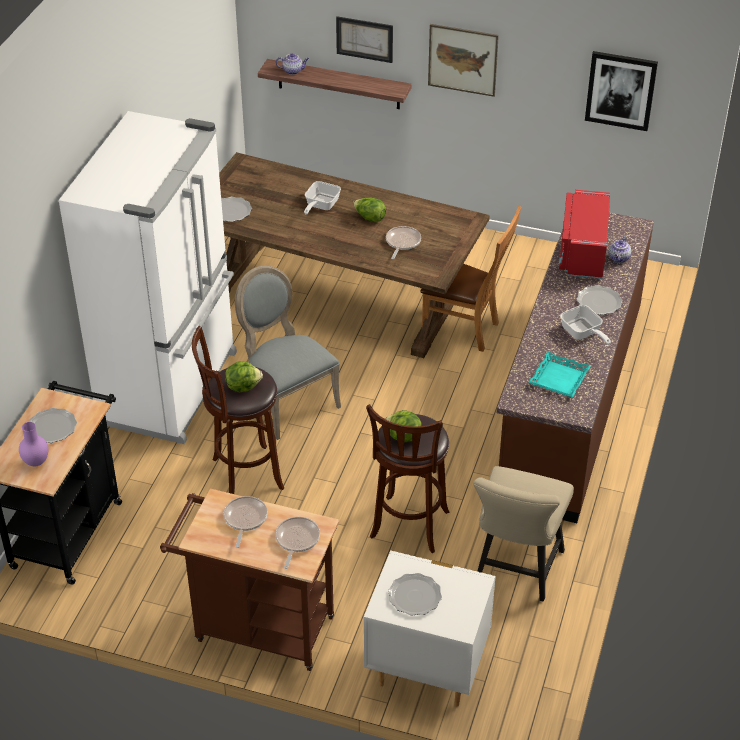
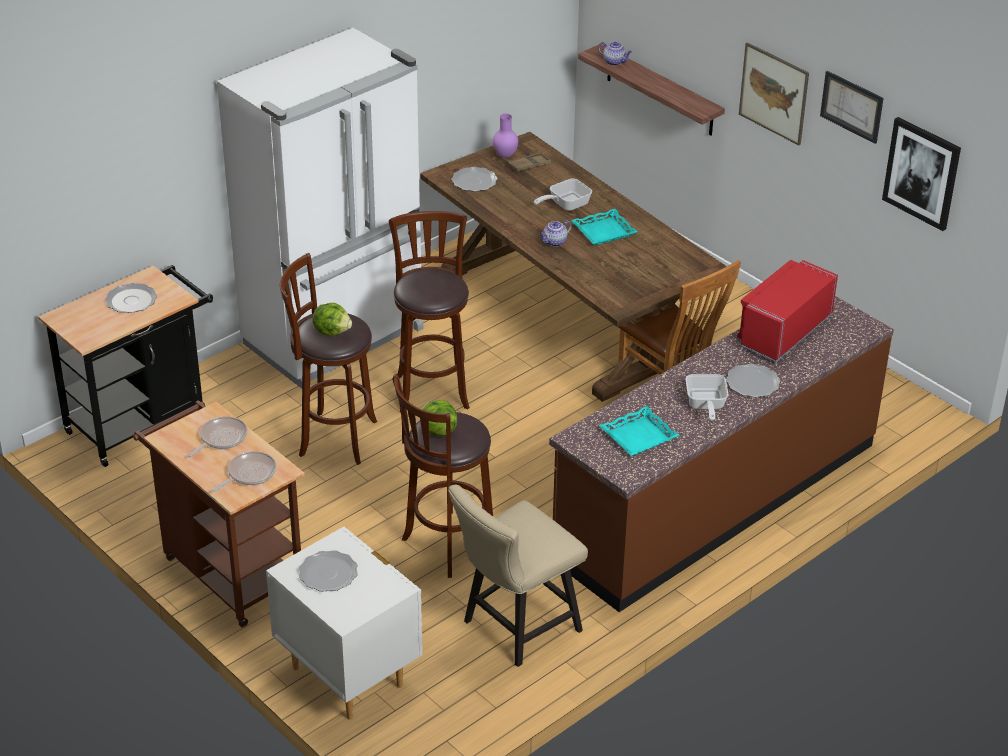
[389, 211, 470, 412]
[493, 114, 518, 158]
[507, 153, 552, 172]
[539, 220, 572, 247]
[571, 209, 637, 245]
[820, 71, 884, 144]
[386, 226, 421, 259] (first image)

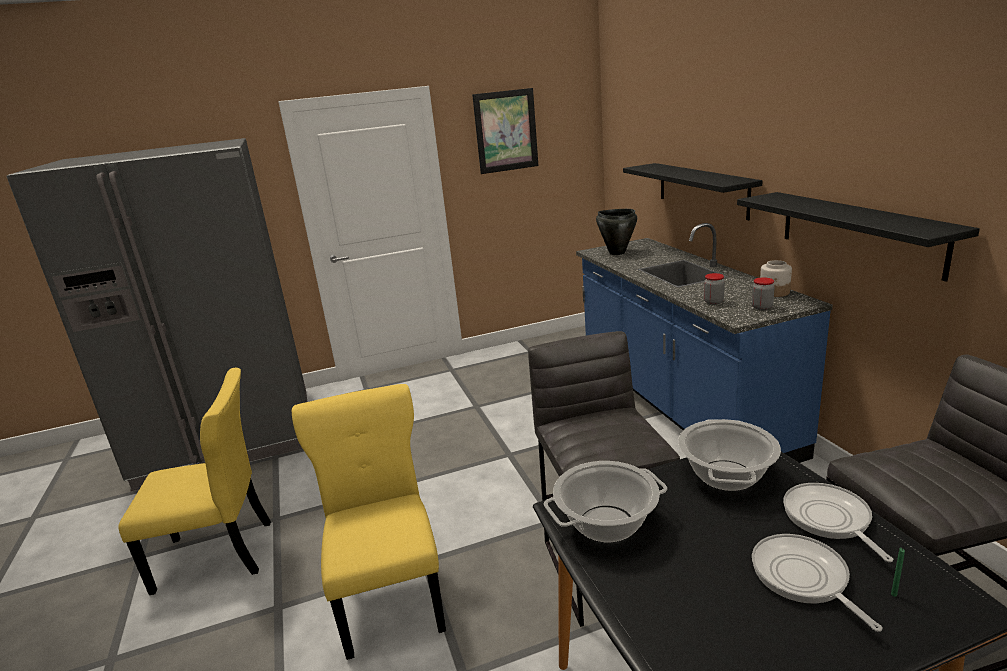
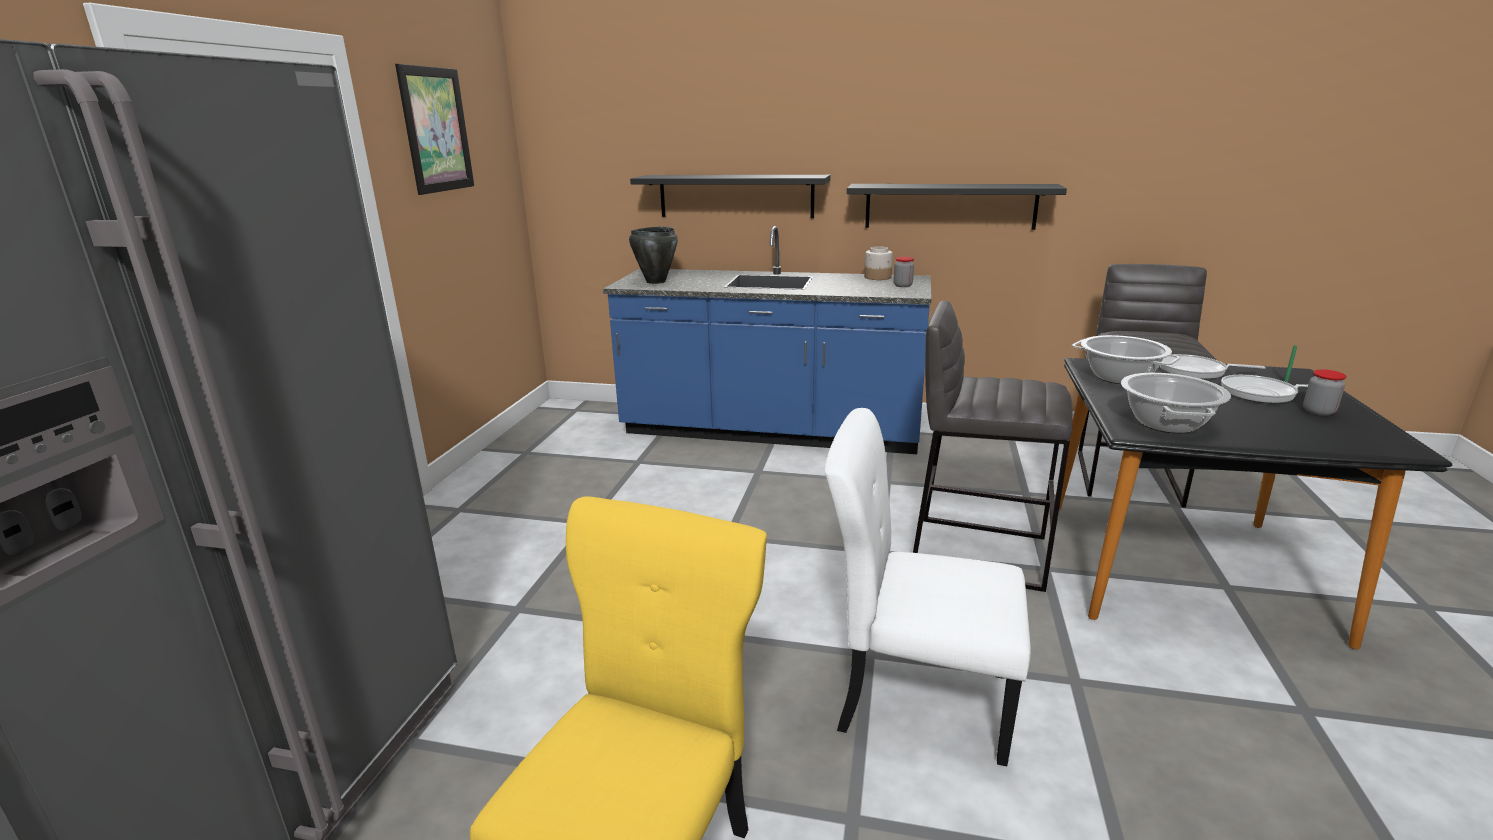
[824, 408, 1031, 766]
[1303, 369, 1347, 416]

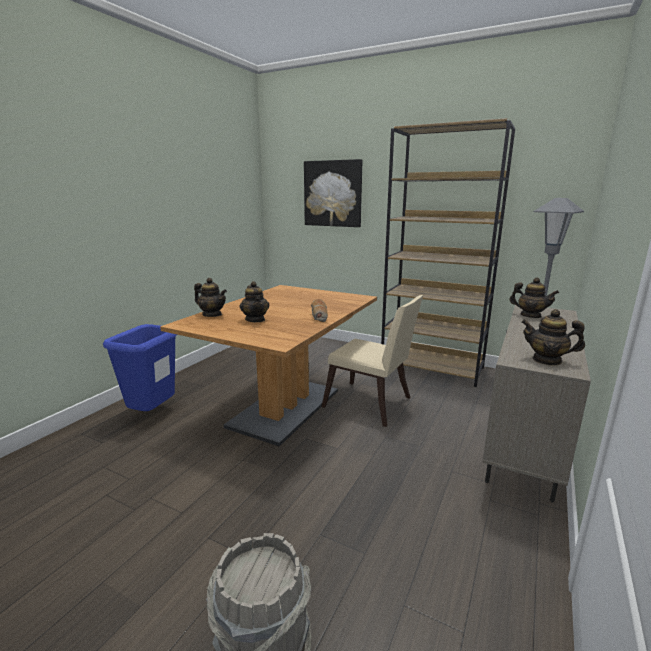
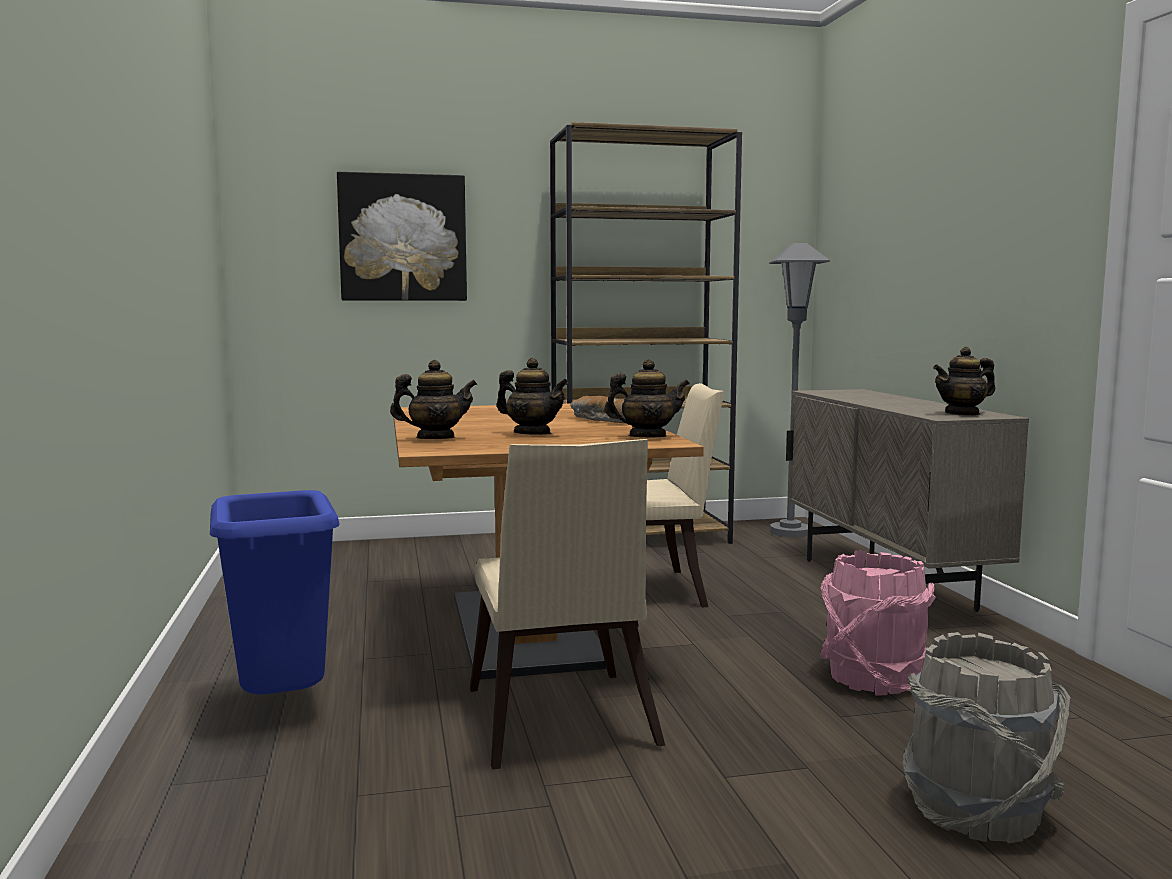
[470, 439, 665, 769]
[604, 359, 690, 437]
[820, 551, 936, 696]

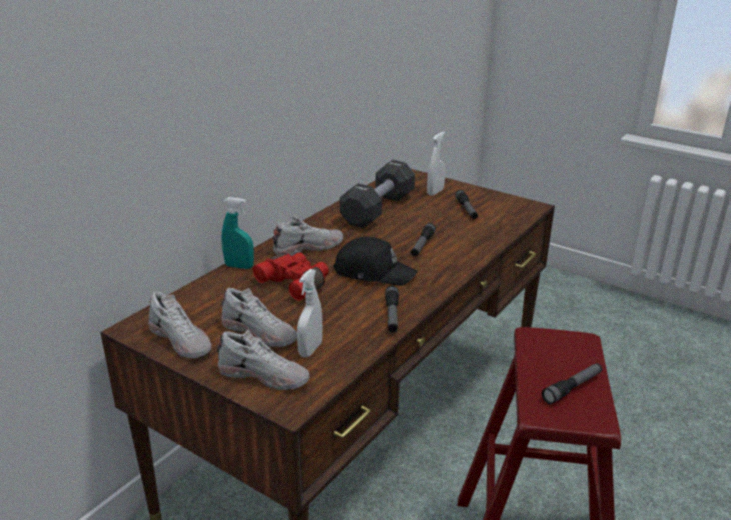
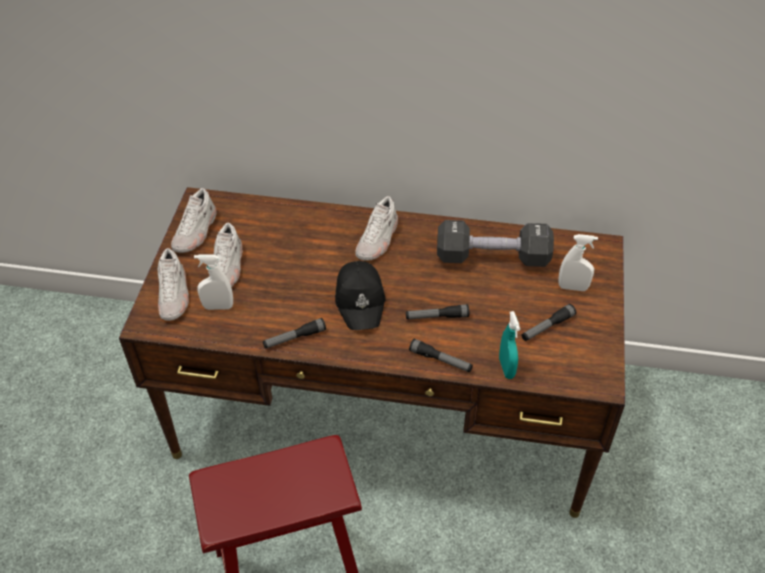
[355, 196, 398, 260]
[409, 339, 473, 372]
[499, 311, 520, 379]
[253, 252, 329, 301] (first image)

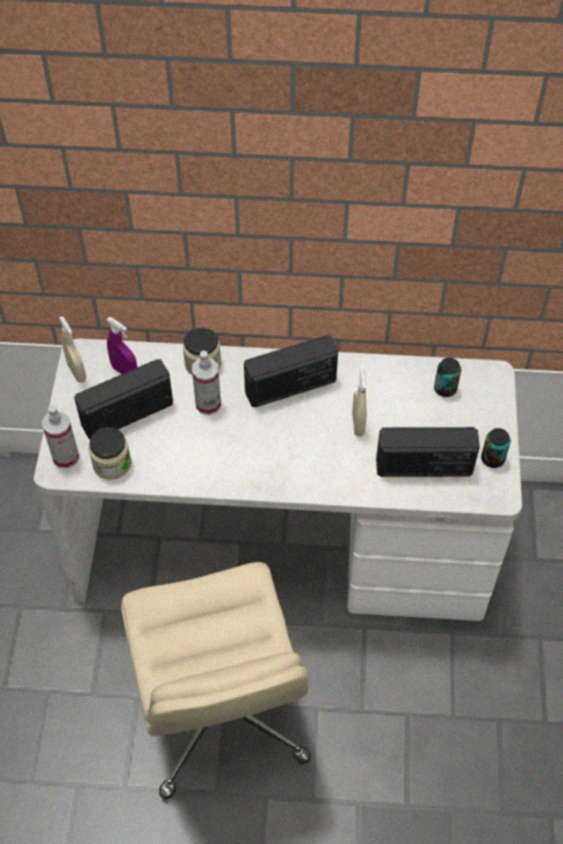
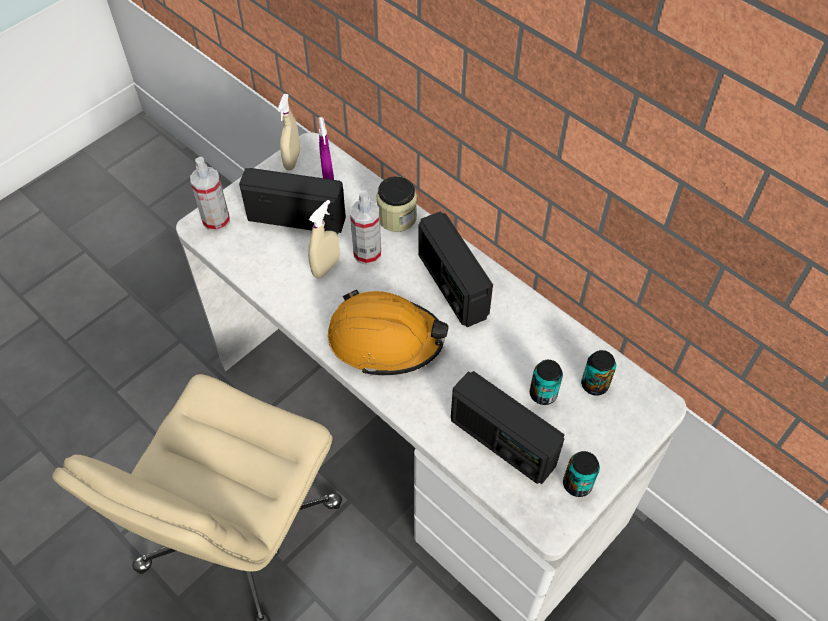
[308, 200, 340, 278]
[328, 289, 449, 376]
[418, 211, 493, 327]
[530, 360, 563, 405]
[89, 427, 131, 480] (first image)

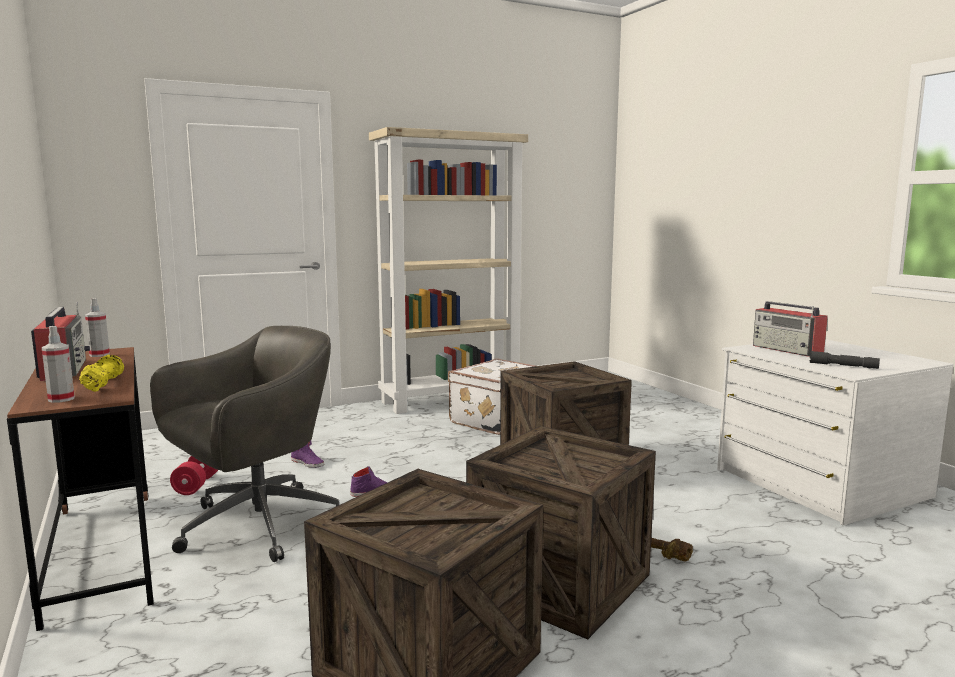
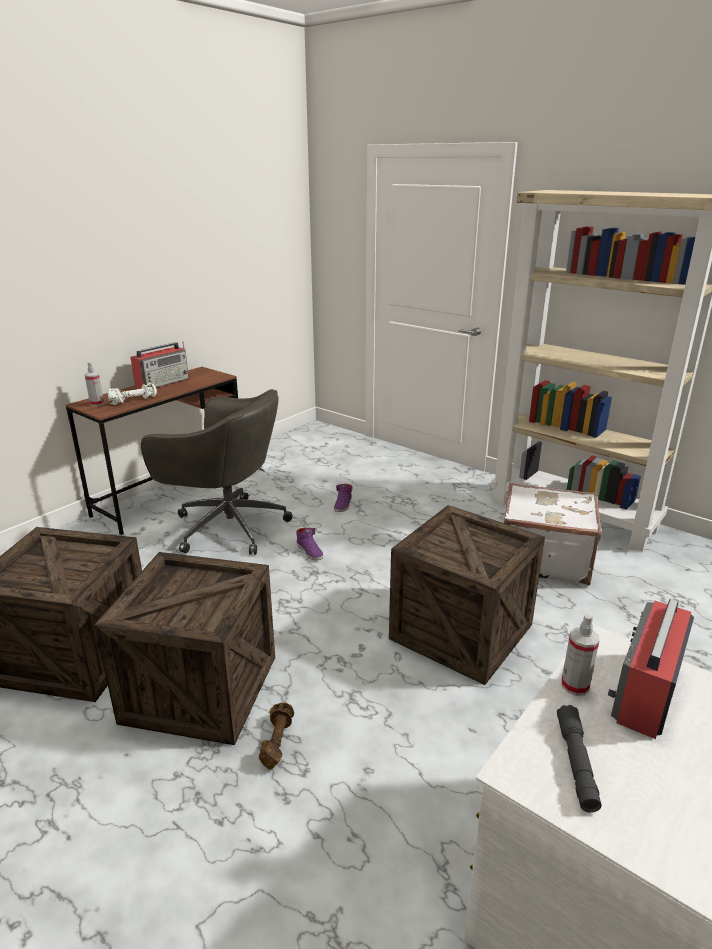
[108, 383, 157, 405]
[561, 614, 600, 696]
[170, 456, 218, 495] (first image)

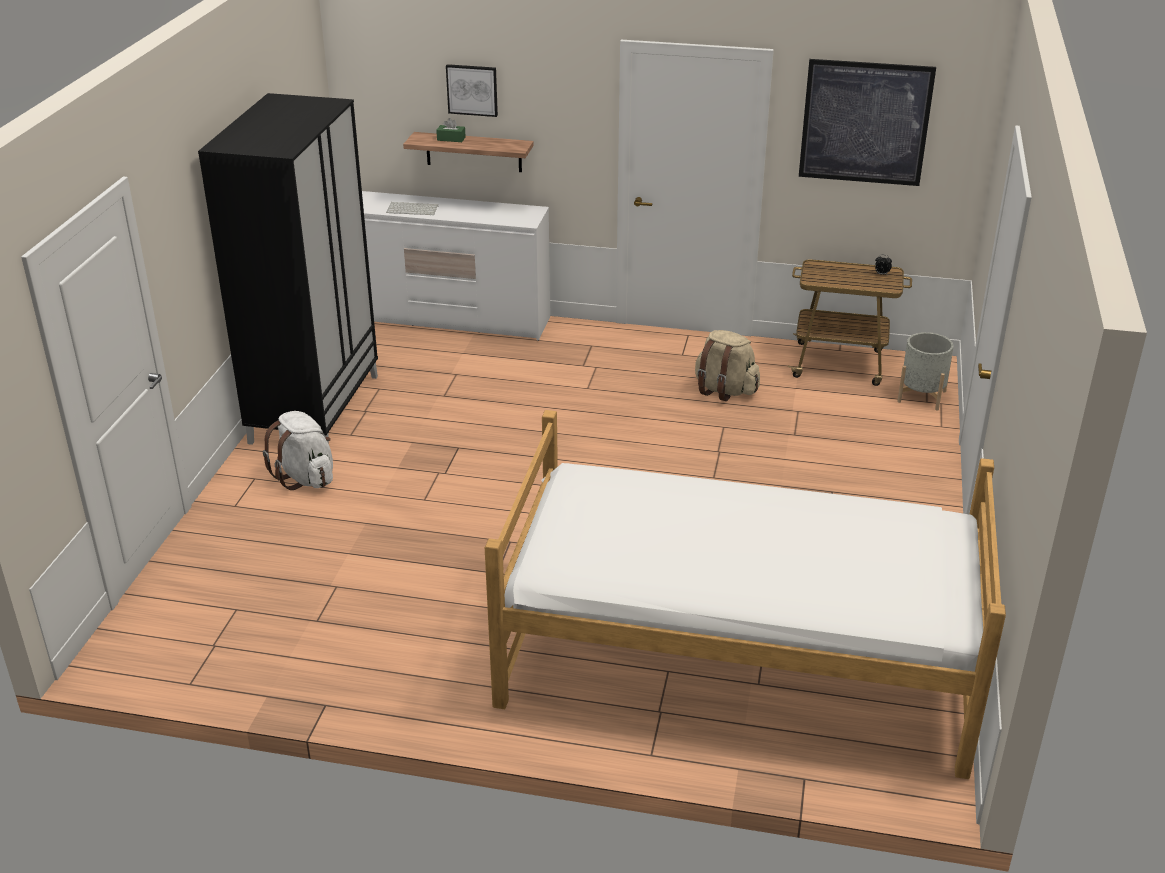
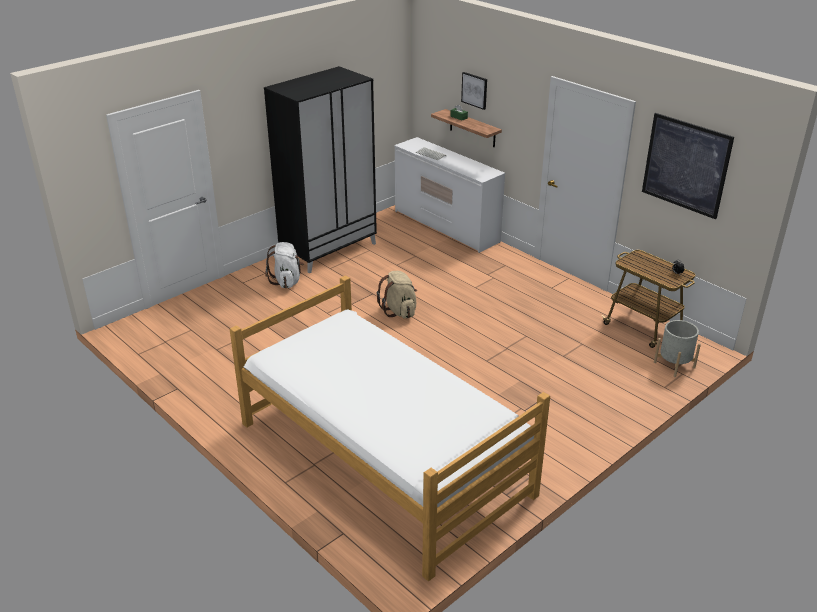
[377, 271, 417, 318]

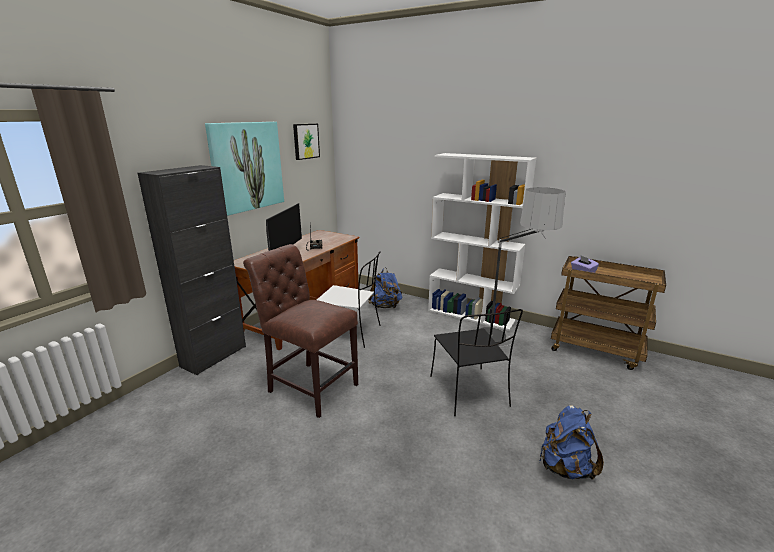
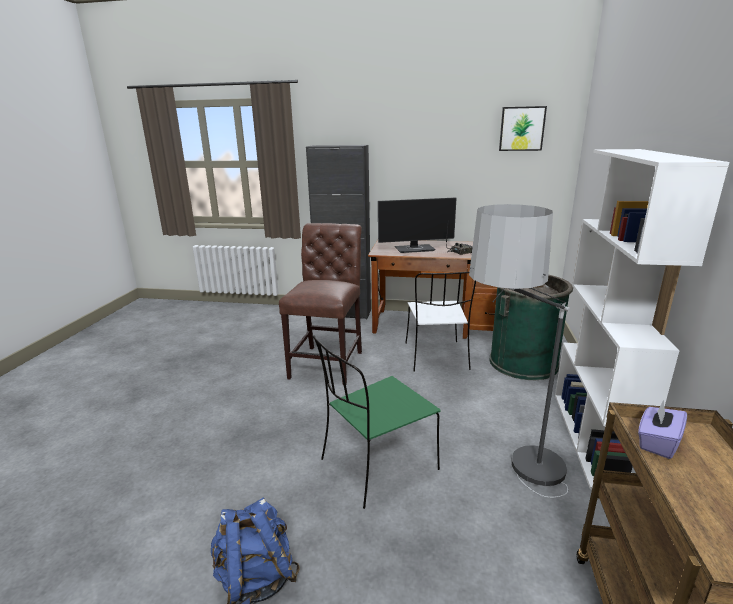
[313, 335, 441, 509]
[489, 275, 573, 380]
[205, 122, 284, 216] (first image)

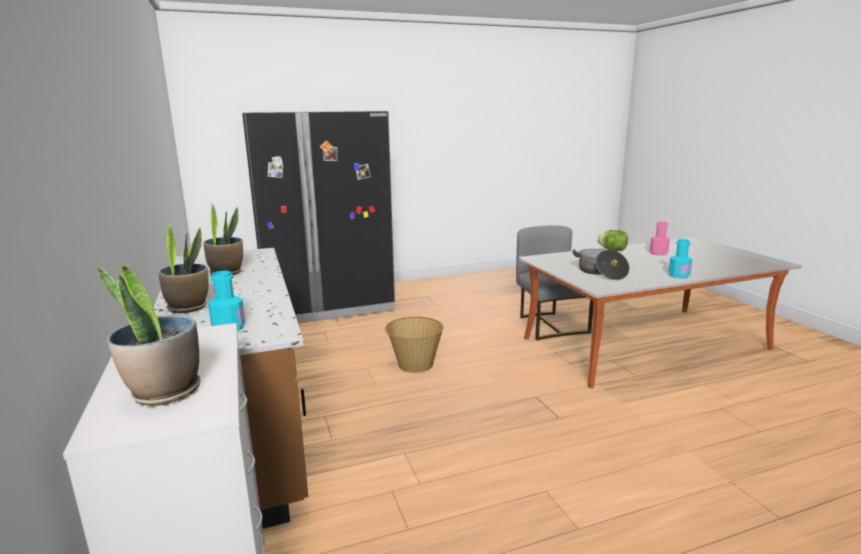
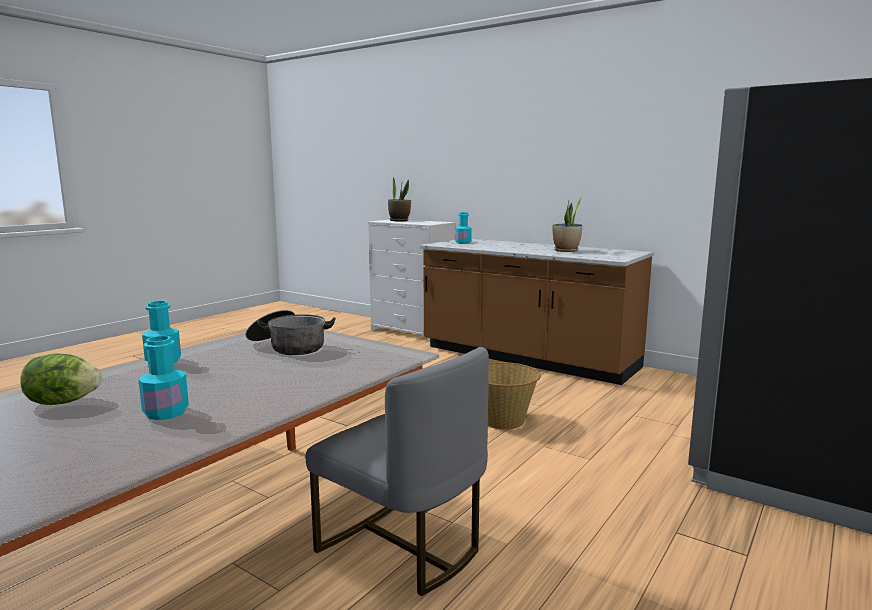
[20, 353, 102, 405]
[138, 336, 189, 420]
[158, 223, 209, 313] (first image)

